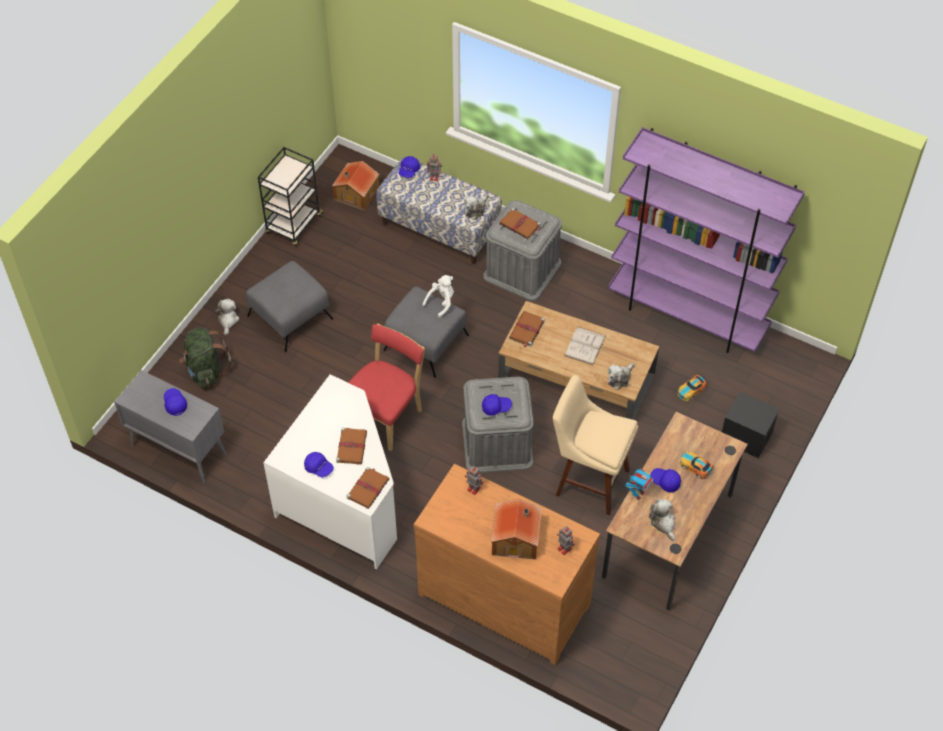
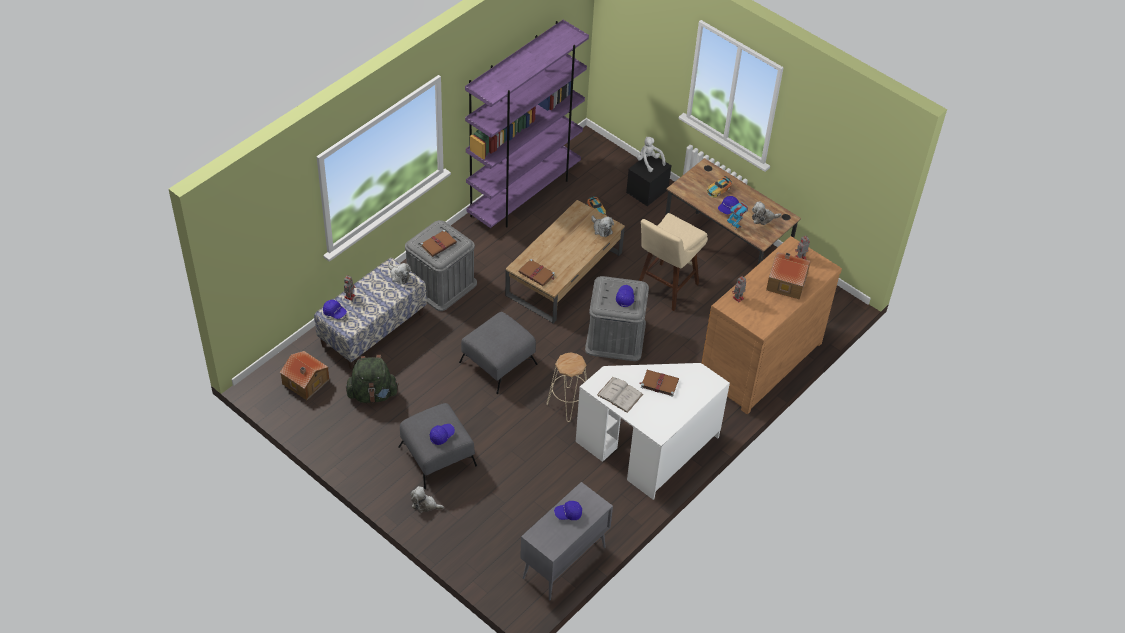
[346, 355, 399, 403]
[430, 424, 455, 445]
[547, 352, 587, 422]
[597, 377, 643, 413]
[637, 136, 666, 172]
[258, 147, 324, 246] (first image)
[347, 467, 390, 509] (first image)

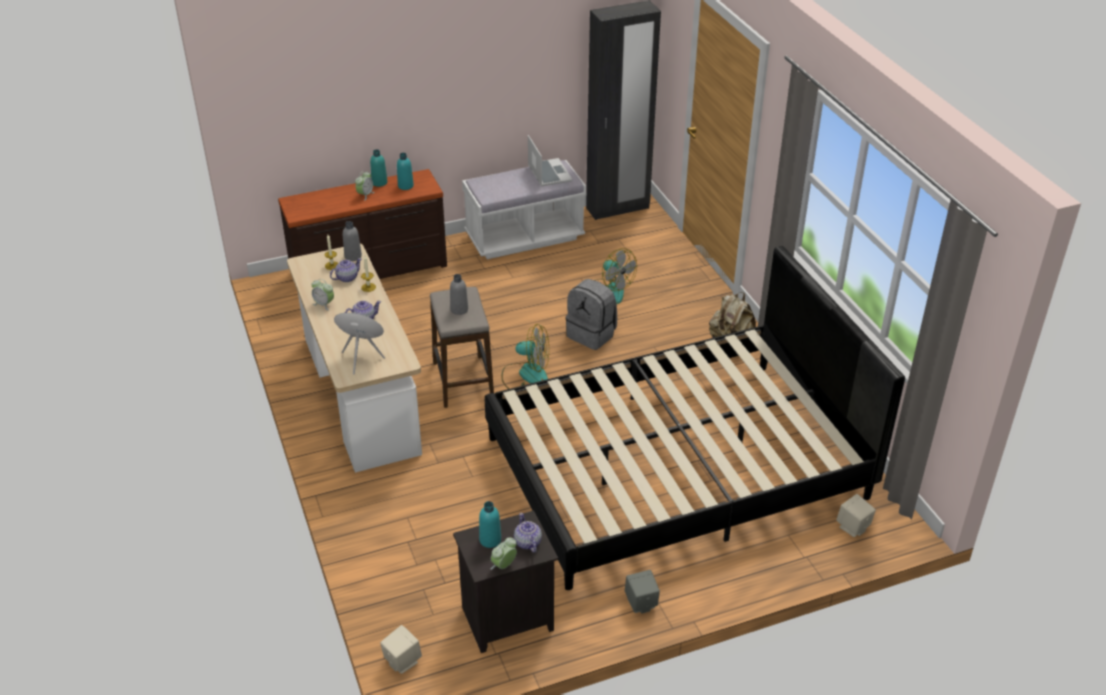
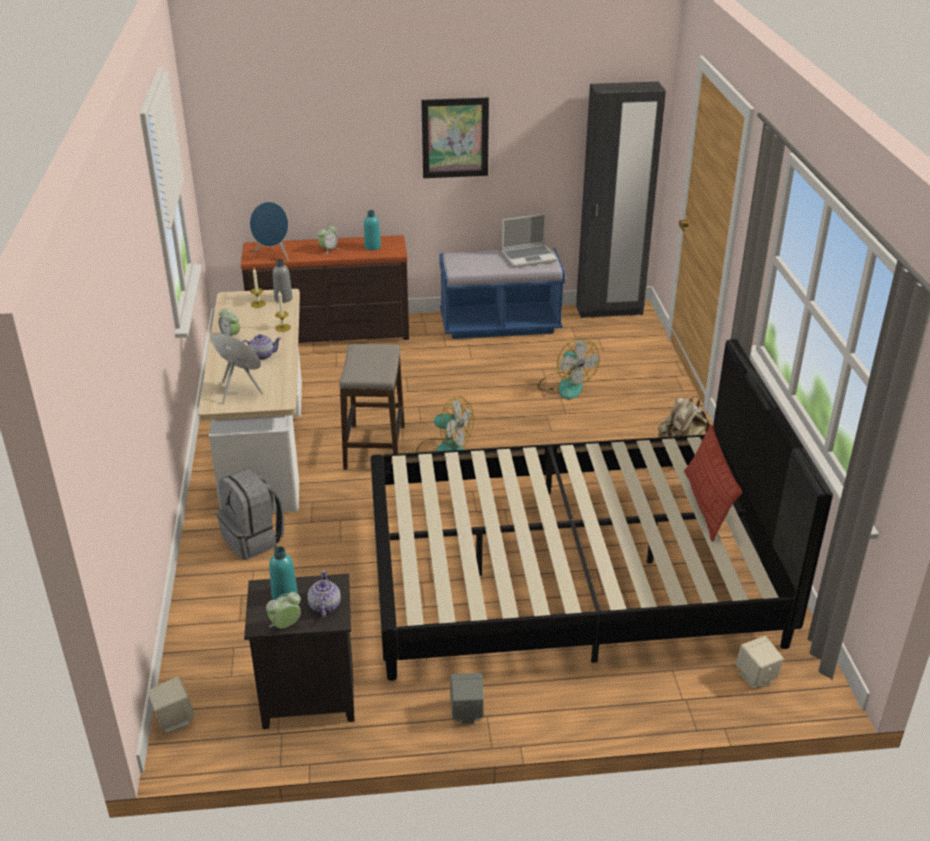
[216, 468, 284, 560]
[250, 202, 289, 261]
[421, 98, 489, 178]
[439, 248, 565, 339]
[502, 213, 557, 268]
[684, 424, 742, 542]
[330, 258, 362, 282] (first image)
[370, 149, 387, 187] (first image)
[450, 274, 468, 315] (first image)

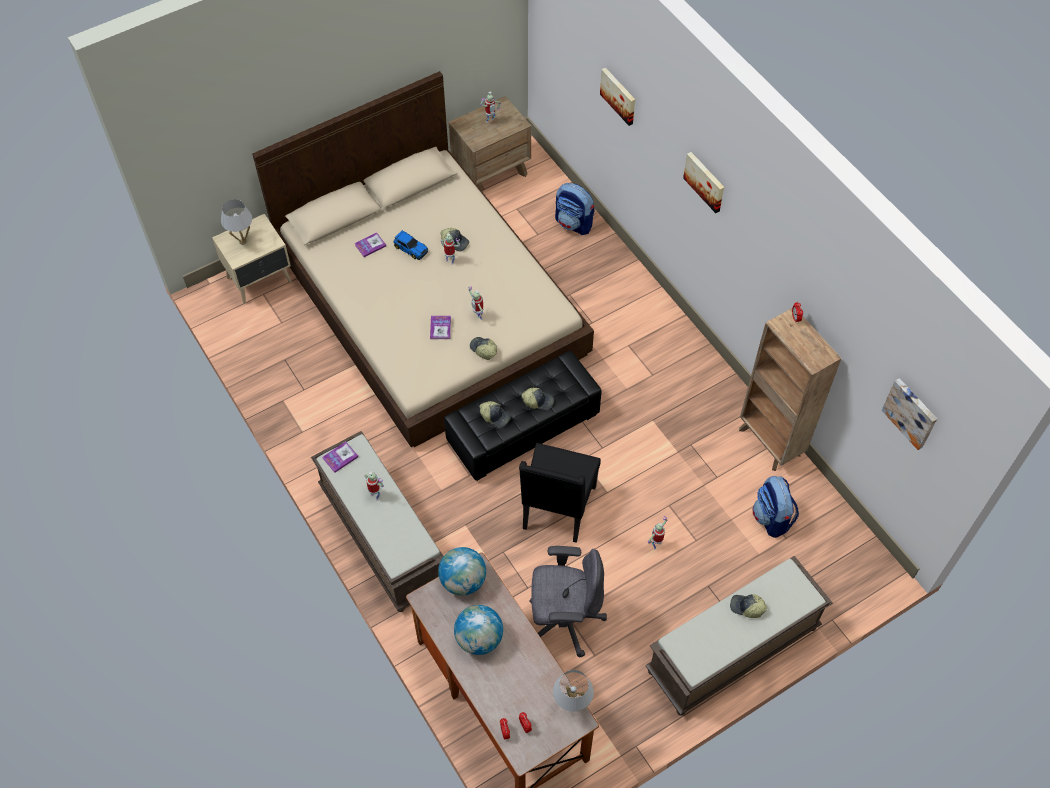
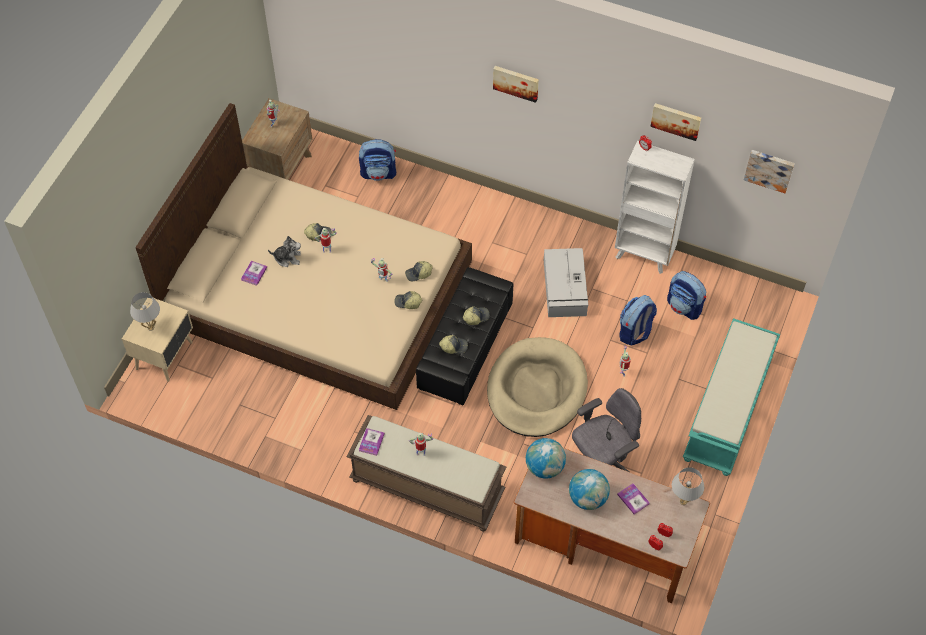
[268, 236, 301, 267]
[405, 261, 433, 281]
[487, 337, 588, 437]
[544, 248, 588, 317]
[615, 141, 695, 274]
[617, 483, 650, 514]
[619, 295, 657, 346]
[650, 103, 701, 141]
[683, 318, 780, 476]

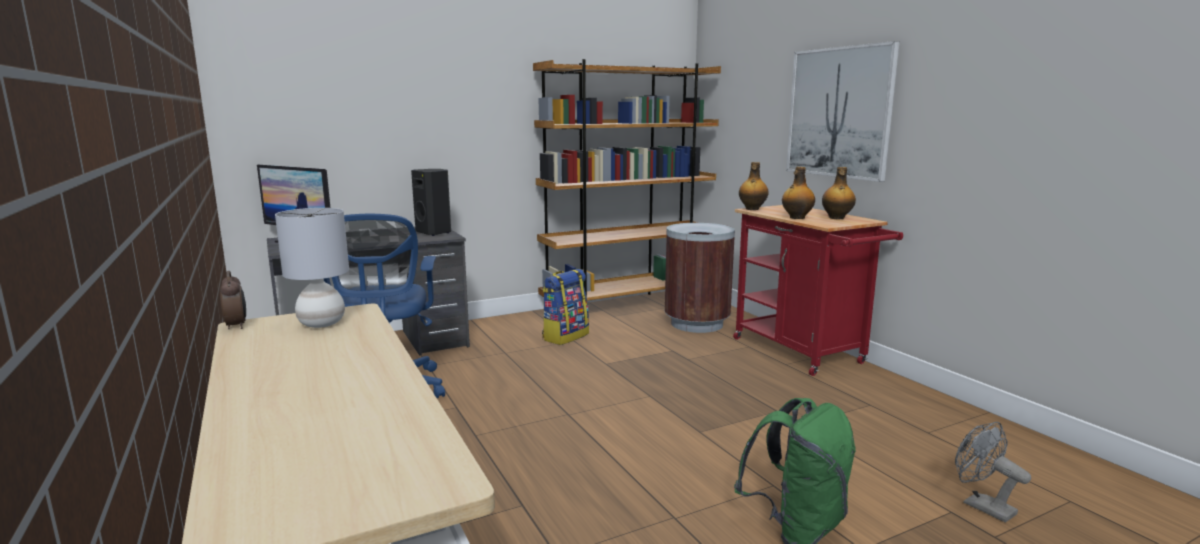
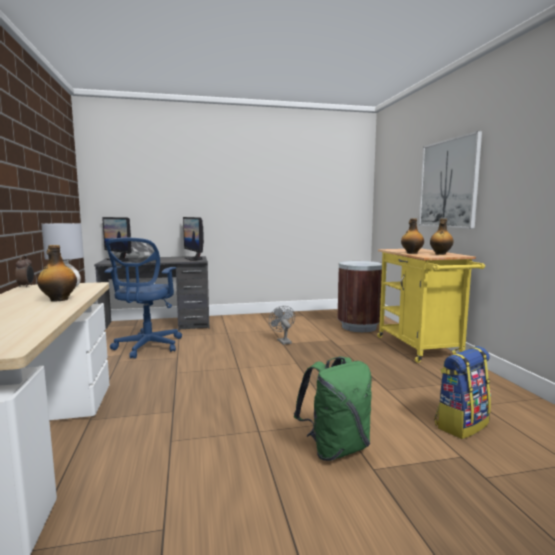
[37, 245, 77, 302]
[183, 217, 204, 261]
[269, 306, 295, 345]
[377, 248, 485, 363]
[434, 346, 491, 439]
[533, 59, 721, 301] (first image)

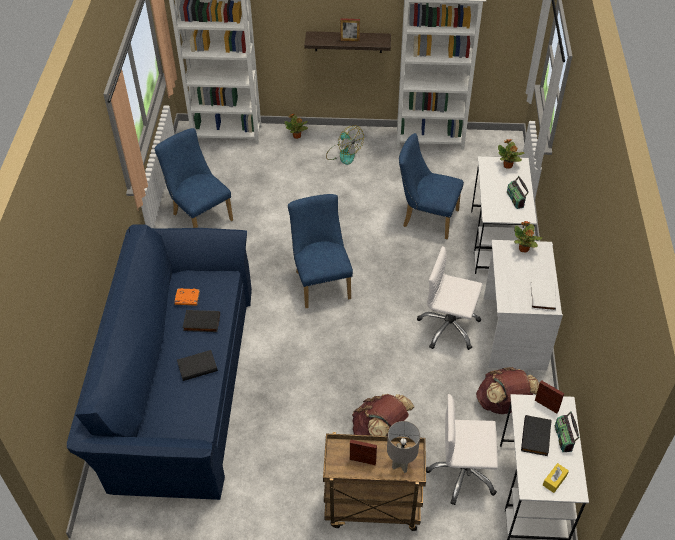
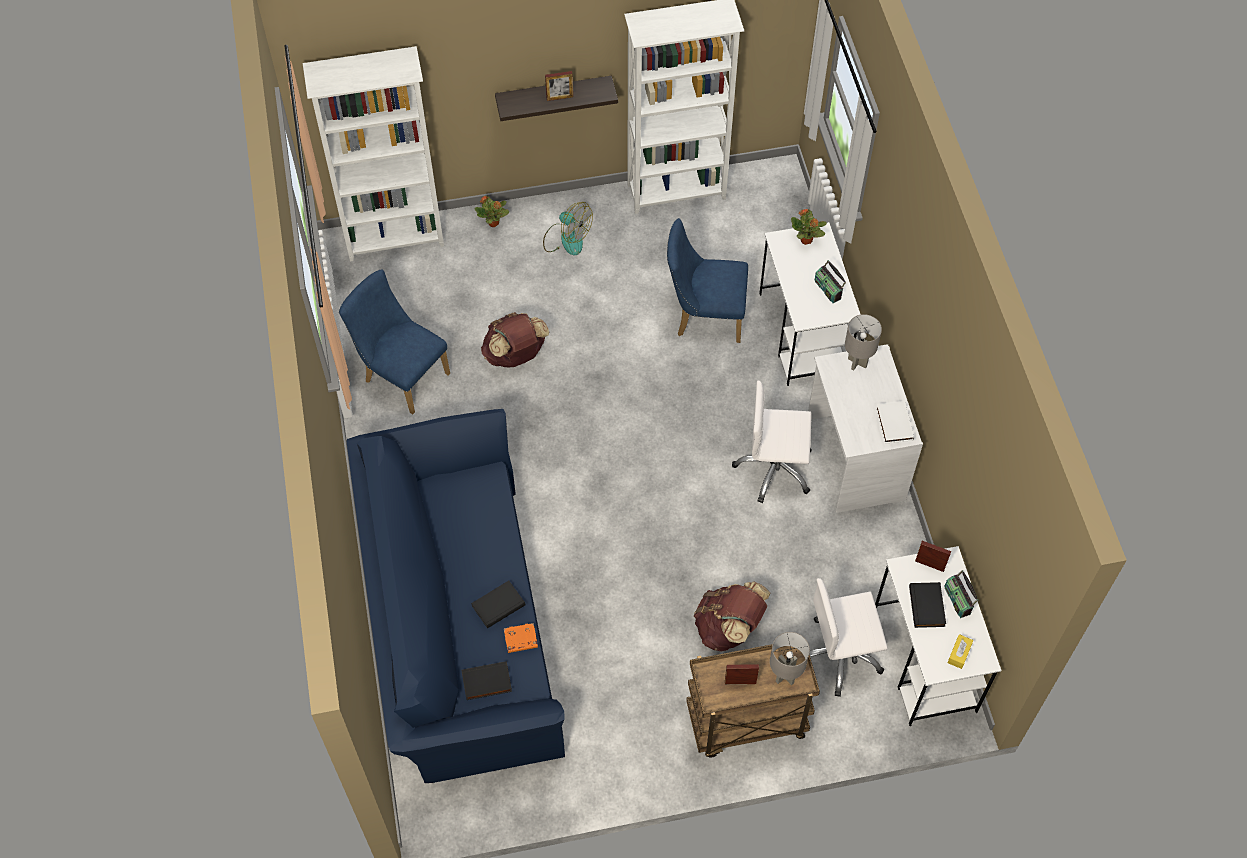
[461, 661, 512, 700]
[481, 312, 549, 367]
[504, 623, 538, 653]
[845, 314, 882, 370]
[288, 194, 353, 308] (first image)

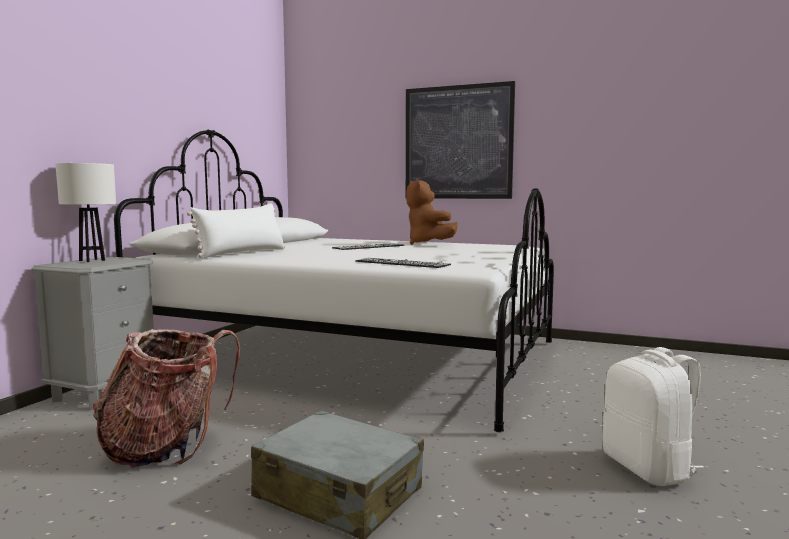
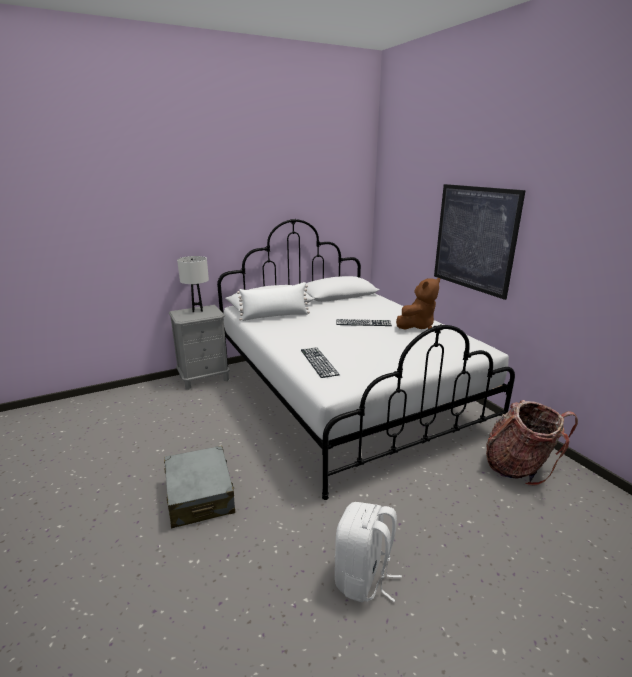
[396, 278, 440, 329]
[486, 400, 578, 485]

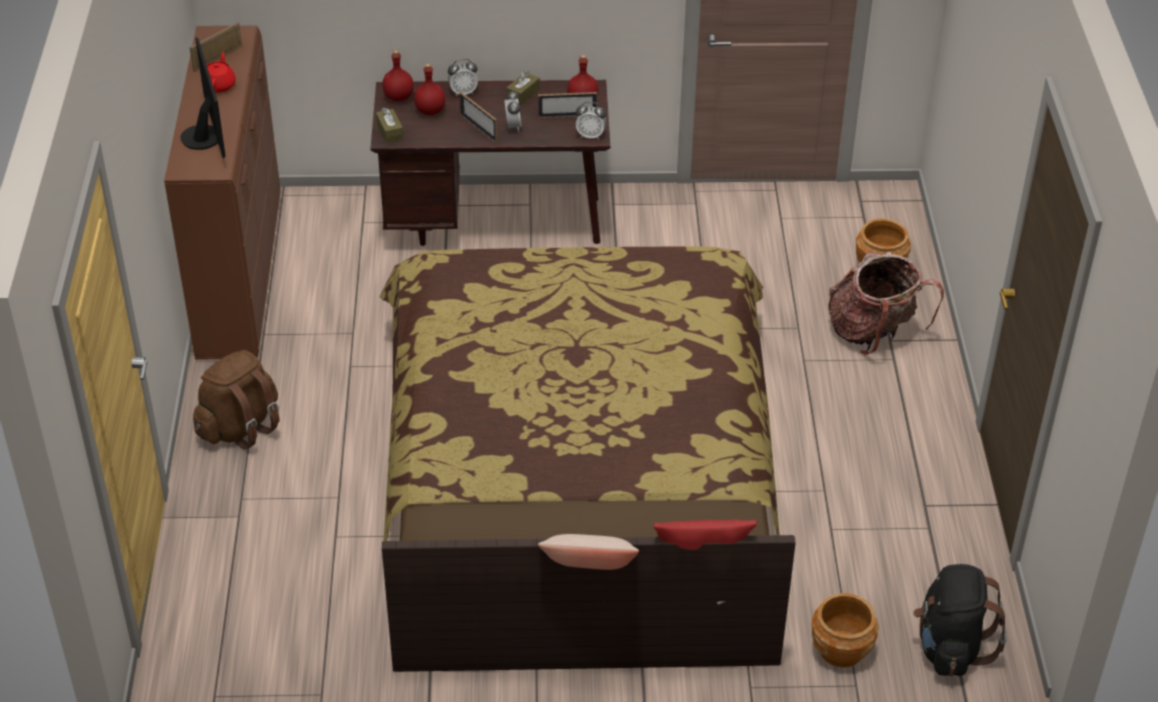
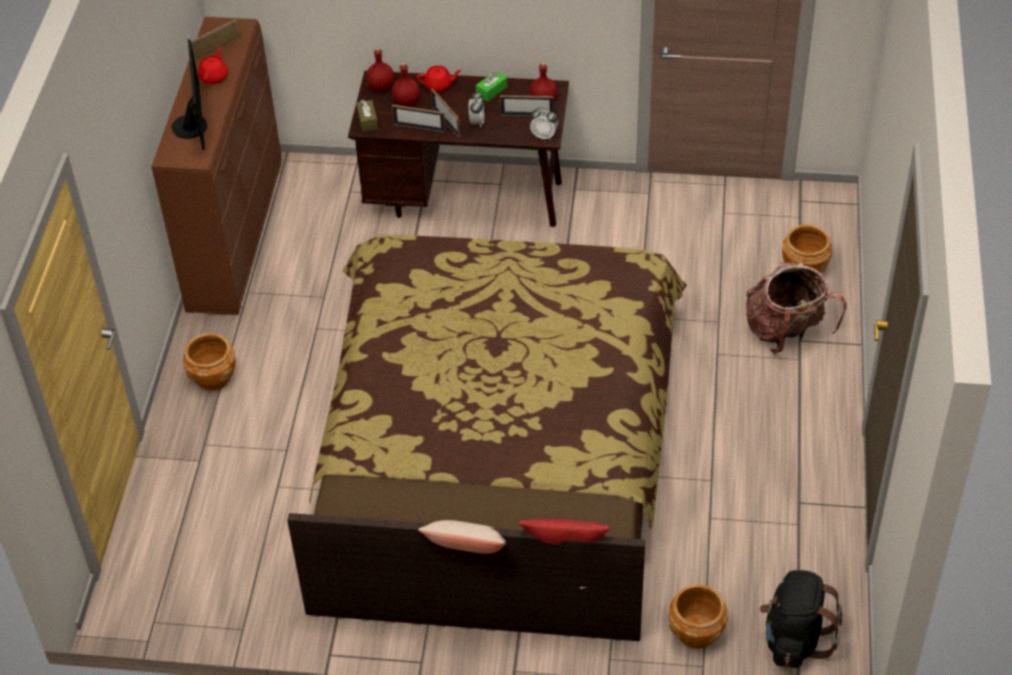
[183, 333, 236, 391]
[392, 105, 445, 132]
[416, 66, 462, 92]
[476, 70, 507, 102]

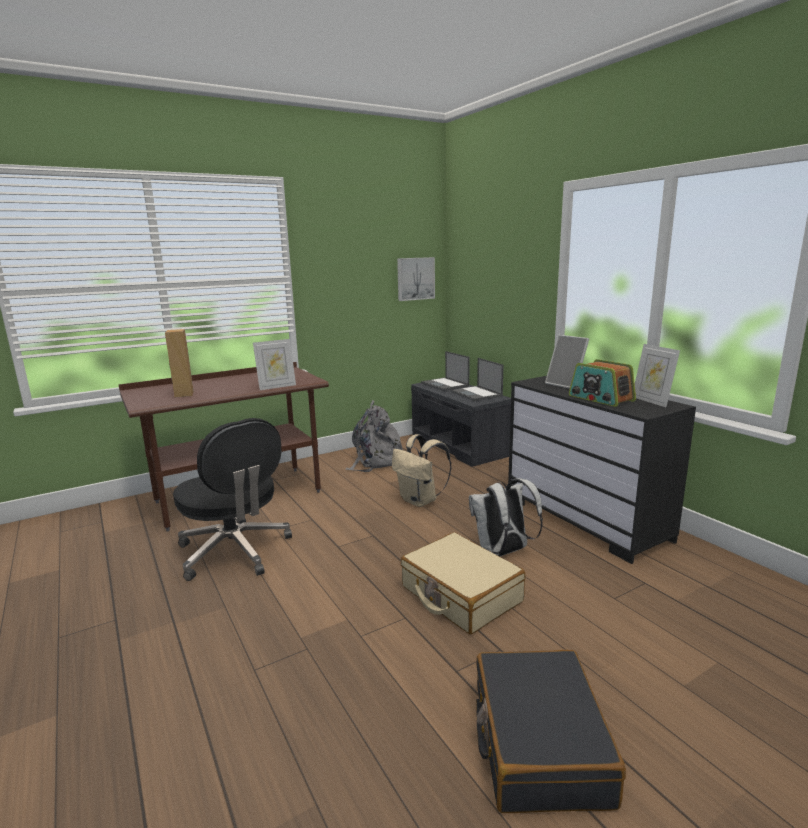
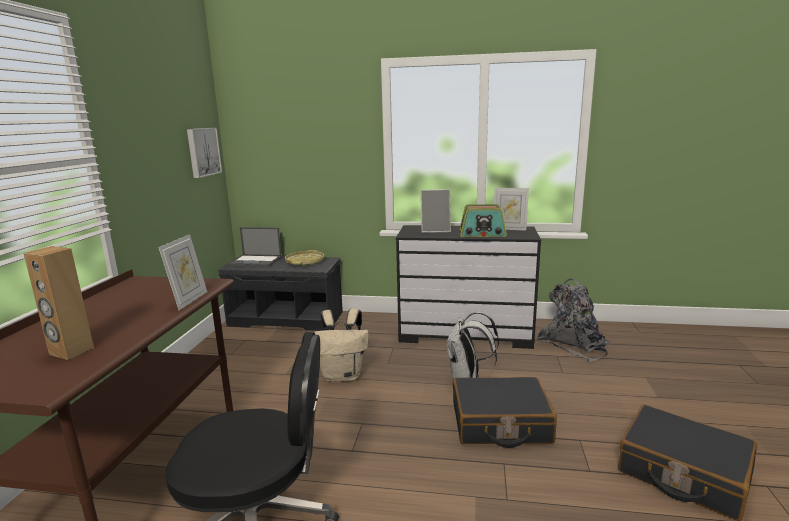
[285, 250, 324, 266]
[453, 377, 557, 448]
[537, 278, 610, 362]

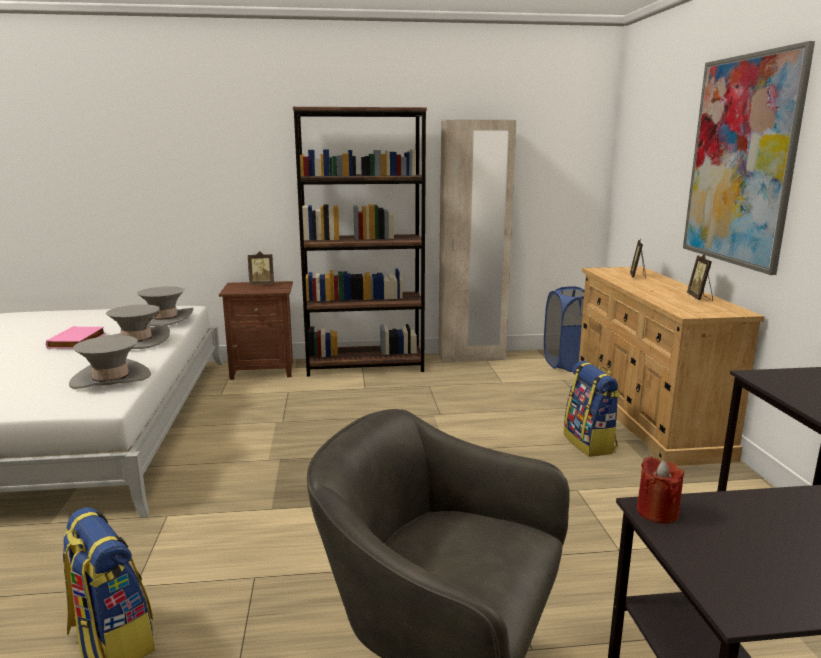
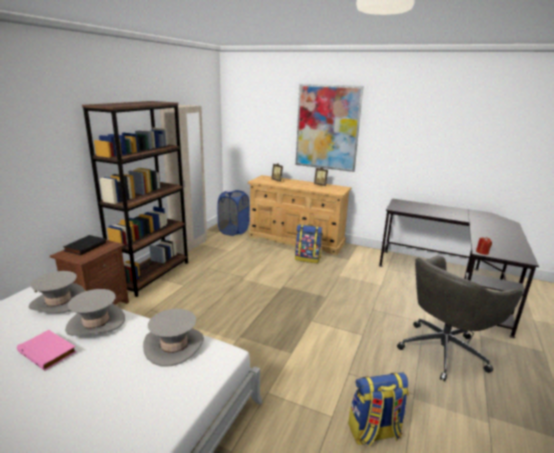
[63, 235, 106, 255]

